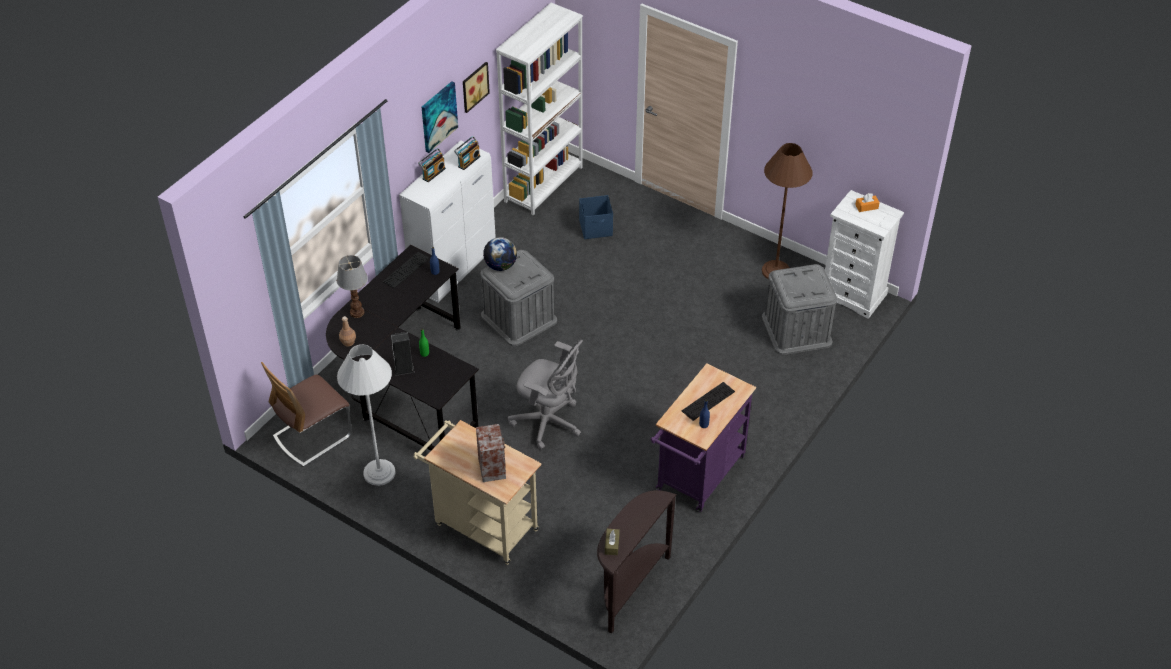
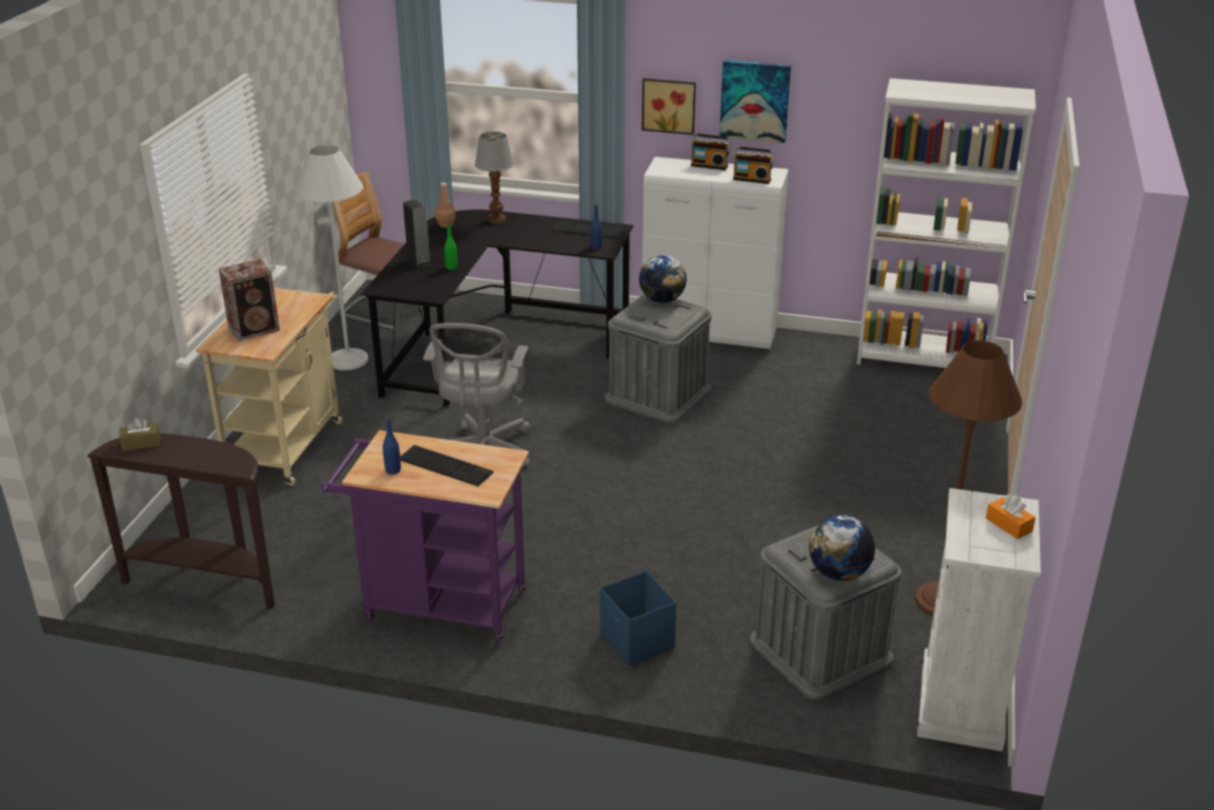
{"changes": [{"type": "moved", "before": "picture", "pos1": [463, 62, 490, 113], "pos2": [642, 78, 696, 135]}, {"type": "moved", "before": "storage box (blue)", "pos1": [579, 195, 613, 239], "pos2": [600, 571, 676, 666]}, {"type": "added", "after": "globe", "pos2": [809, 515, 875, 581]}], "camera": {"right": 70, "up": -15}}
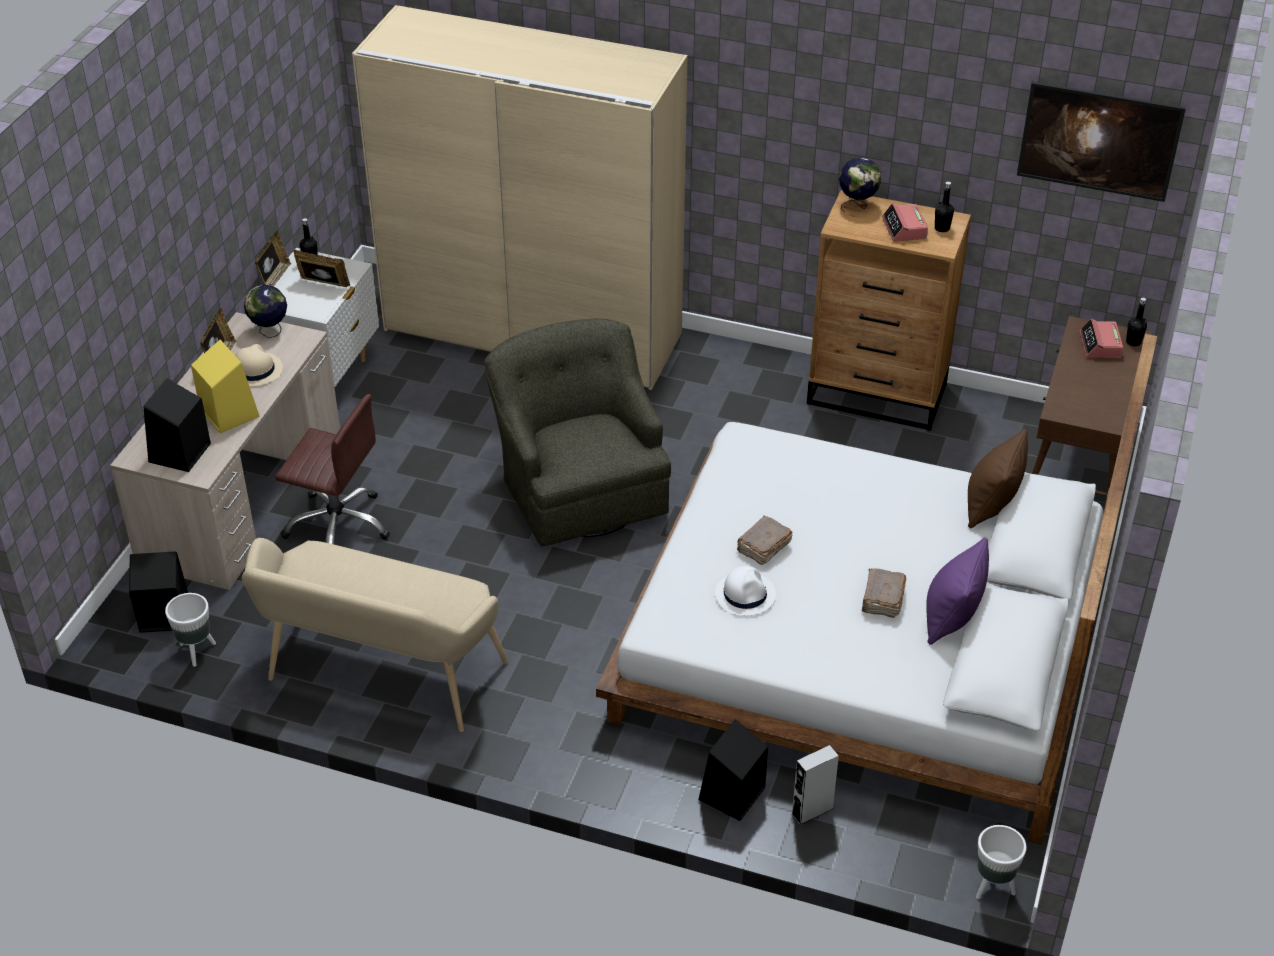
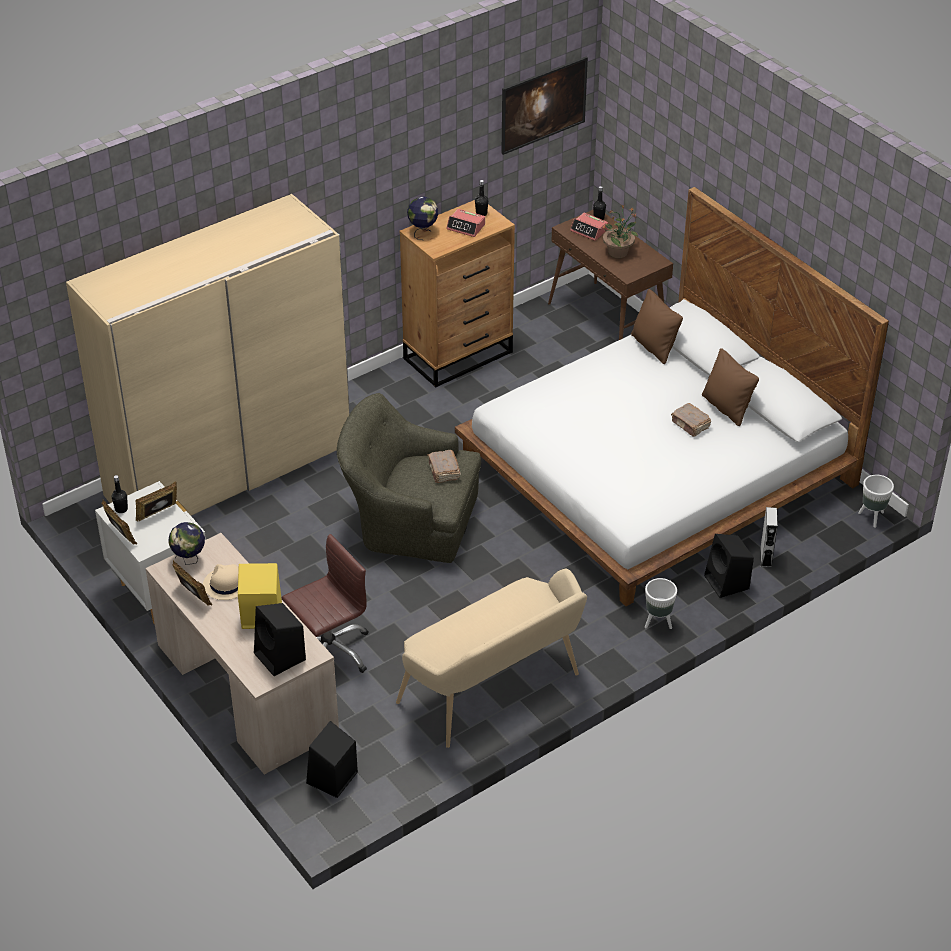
{"changes": [{"type": "moved", "before": "planter (white)", "pos1": [165, 593, 216, 667], "pos2": [645, 578, 677, 629]}, {"type": "removed", "before": "hat (white)", "pos1": [715, 566, 776, 616]}, {"type": "moved", "before": "book (brown)", "pos1": [737, 516, 793, 565], "pos2": [427, 450, 461, 483]}, {"type": "recoloured", "before": "pillow (purple)", "after": "pillow (brown)", "pos1": [926, 537, 989, 645], "pos2": [702, 348, 759, 426]}, {"type": "added", "after": "potted plant", "pos2": [602, 205, 638, 258]}], "camera": {"right": -55, "up": 0}}
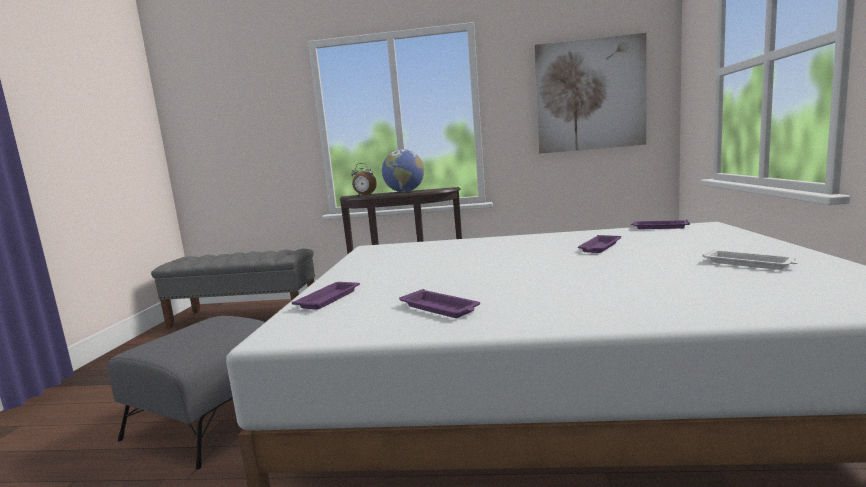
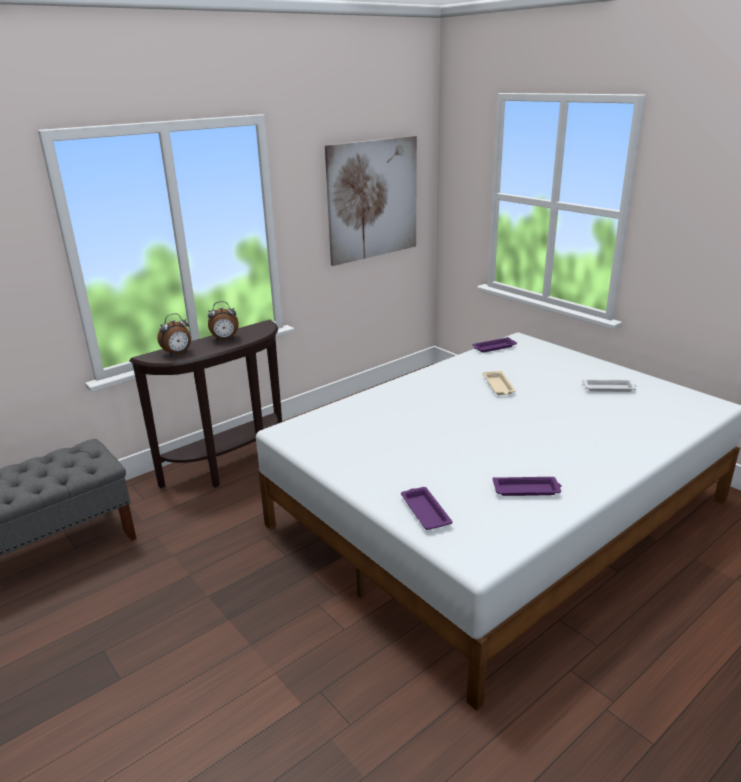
{"changes": [{"type": "removed", "before": "ottoman (grey)", "pos1": [107, 316, 265, 470]}, {"type": "replaced", "before": "globe", "after": "alarm clock", "pos1": [382, 149, 424, 192], "pos2": [208, 301, 239, 341]}, {"type": "recoloured", "before": "tray (purple)", "after": "tray (beige)", "pos1": [578, 235, 621, 253], "pos2": [483, 371, 516, 395]}], "camera": {"right": -45, "up": 15}}
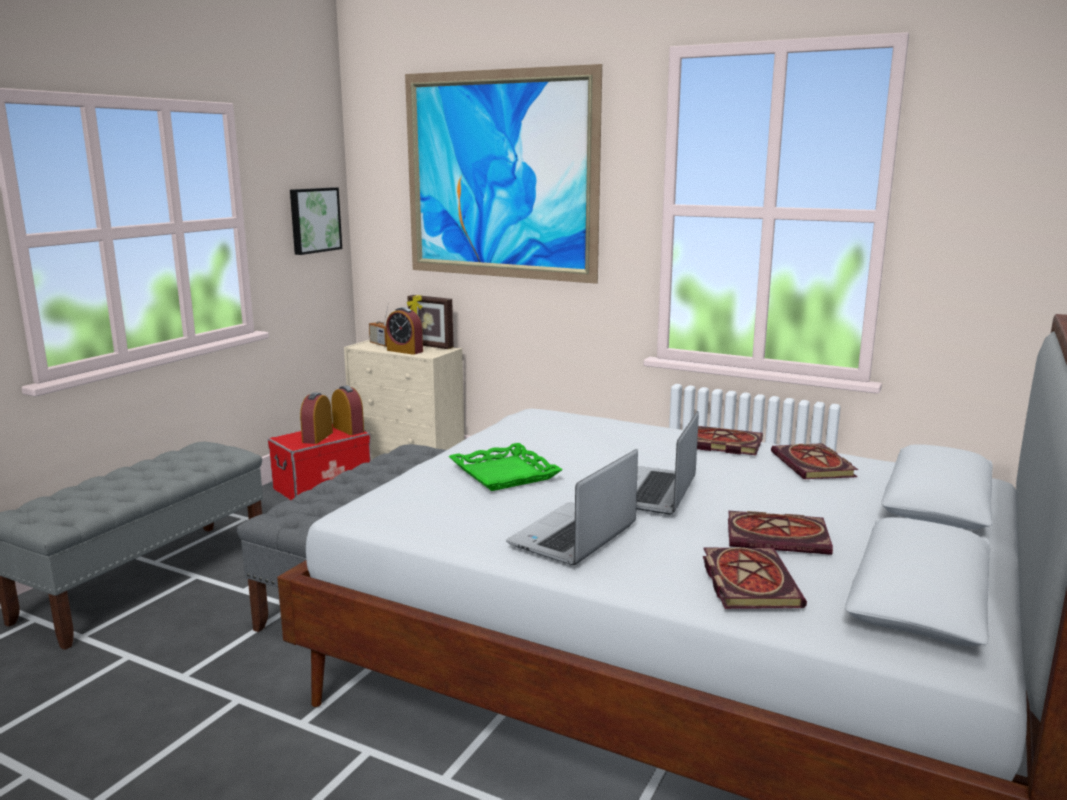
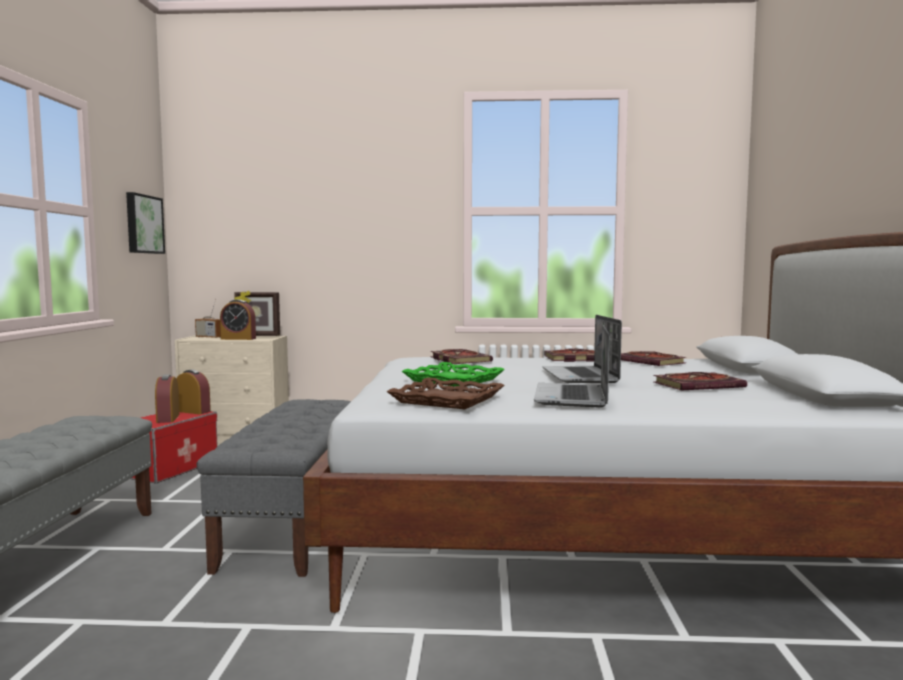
{"changes": [{"type": "removed", "before": "picture", "pos1": [405, 64, 602, 284]}, {"type": "moved", "before": "book", "pos1": [703, 547, 807, 609], "pos2": [430, 349, 493, 364]}, {"type": "added", "after": "tray (brown)", "pos2": [387, 377, 504, 409]}], "camera": {"right": -25, "up": -10}}
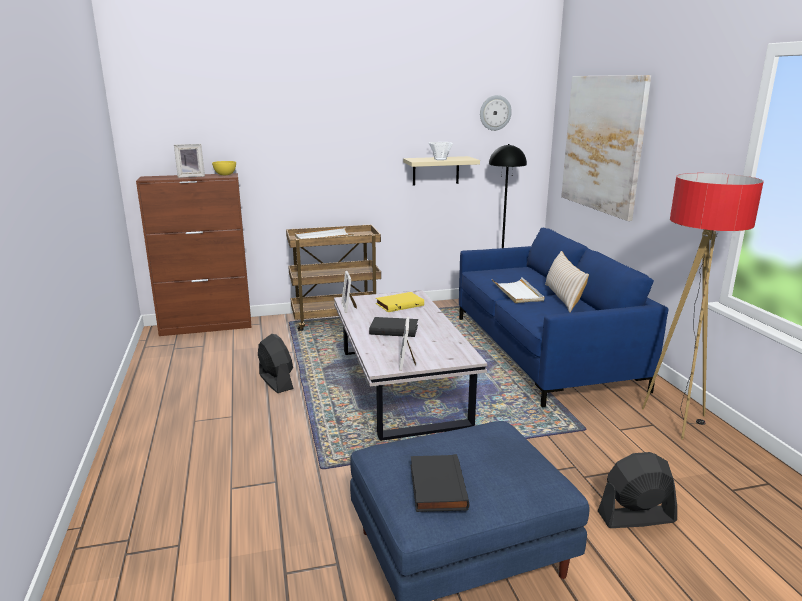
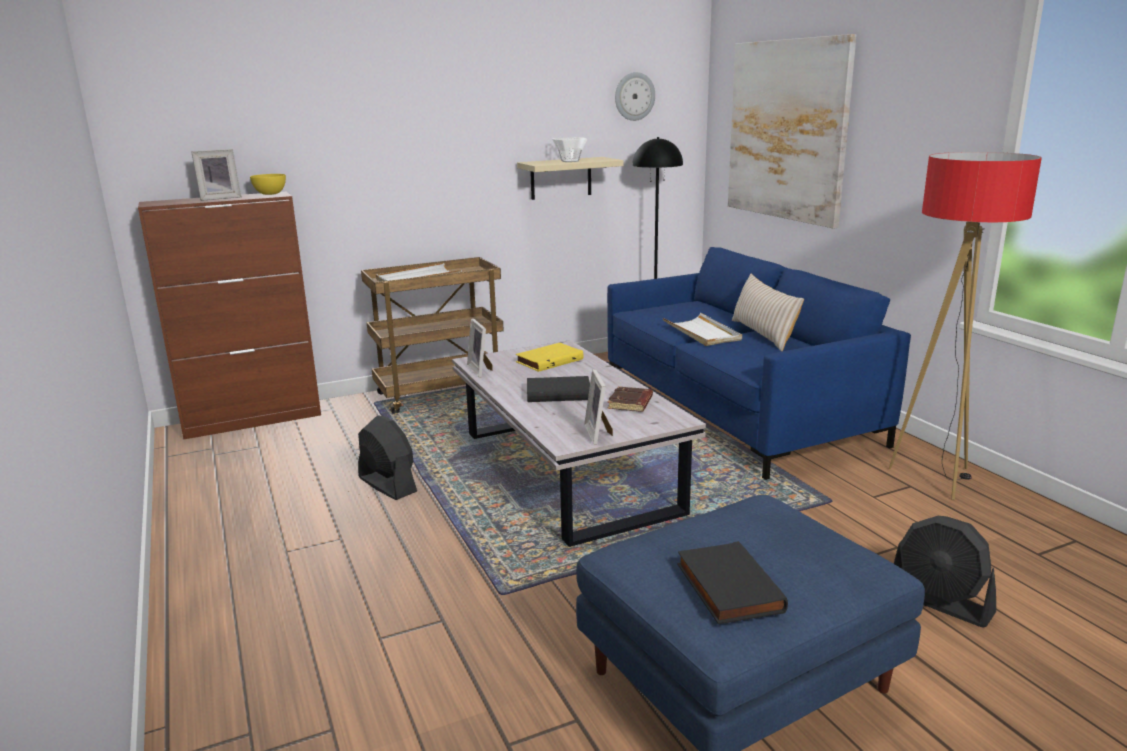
{"changes": [{"type": "turned", "before": "fan (black)", "pos1": [598, 452, 677, 528], "pos2": [894, 516, 996, 628], "turn": -120}, {"type": "added", "after": "book (brown)", "pos2": [608, 386, 653, 412]}], "camera": {"right": -10, "up": 0}}
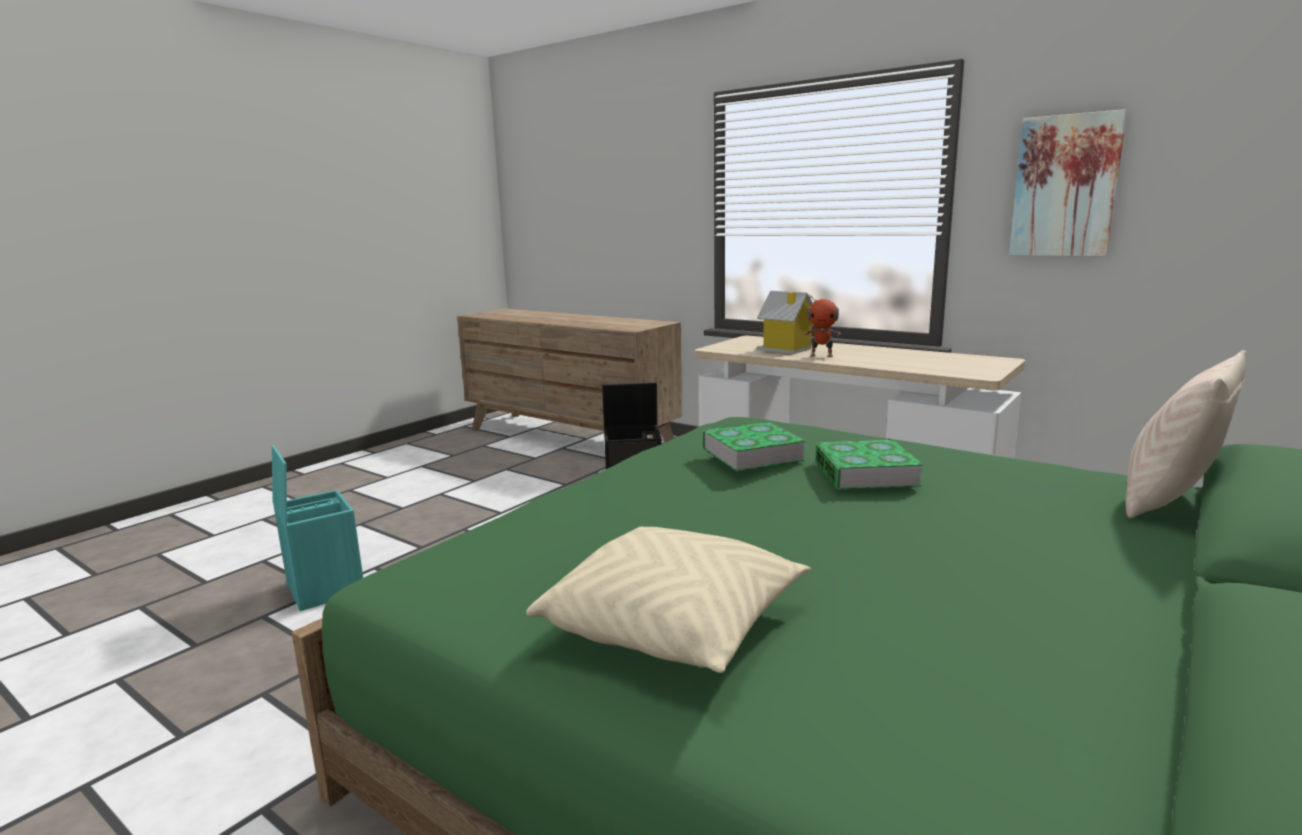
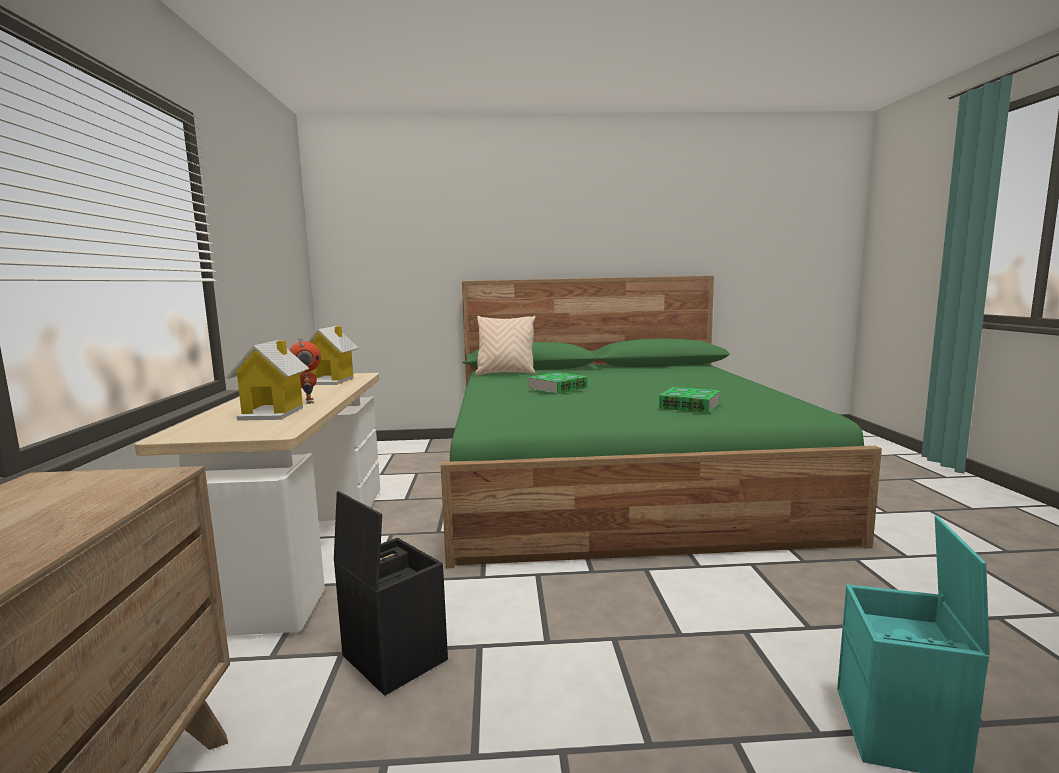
{"changes": [{"type": "removed", "before": "pillow (beige)", "pos1": [526, 526, 811, 673]}, {"type": "moved", "before": "book", "pos1": [703, 422, 806, 471], "pos2": [659, 387, 721, 413]}, {"type": "removed", "before": "picture", "pos1": [1009, 109, 1127, 257]}, {"type": "added", "after": "toy house", "pos2": [307, 326, 358, 385]}], "camera": {"right": -130, "up": -5}}
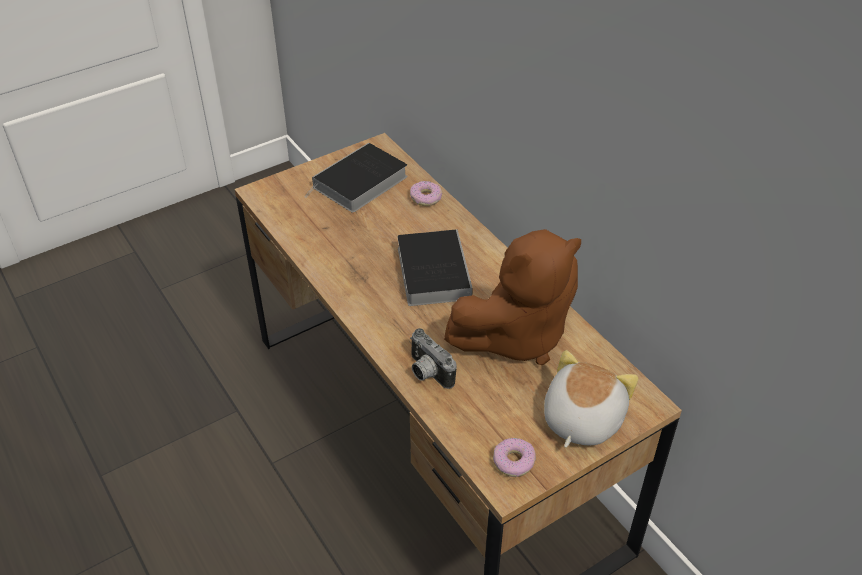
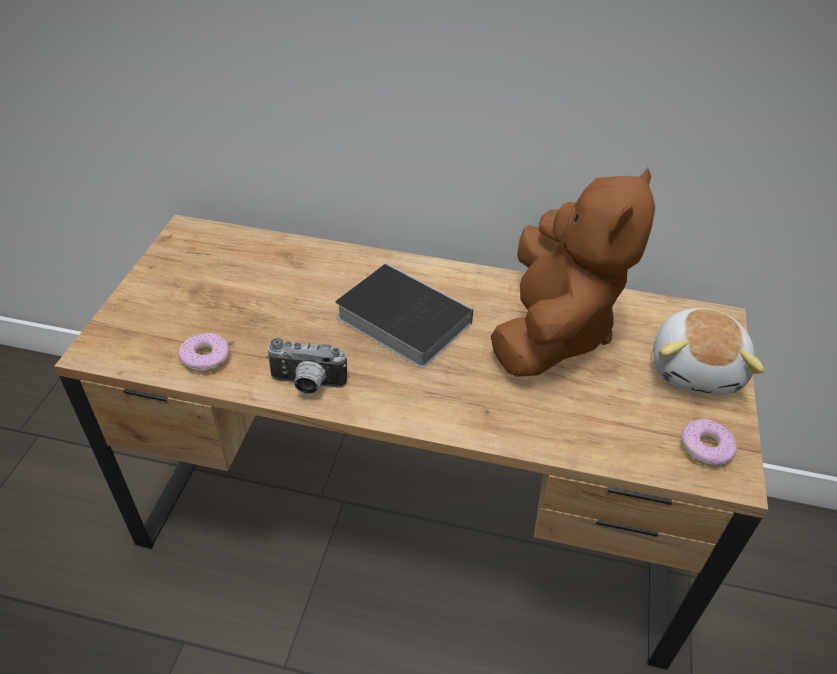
{"changes": [{"type": "removed", "before": "book", "pos1": [305, 143, 408, 213]}, {"type": "moved", "before": "donut", "pos1": [410, 181, 442, 206], "pos2": [178, 333, 230, 372]}, {"type": "moved", "before": "photo camera", "pos1": [410, 328, 457, 389], "pos2": [266, 338, 347, 394]}, {"type": "turned", "before": "plush toy", "pos1": [544, 350, 638, 448], "pos2": [653, 308, 765, 395], "turn": -150}], "camera": {"right": -45, "up": 0}}
